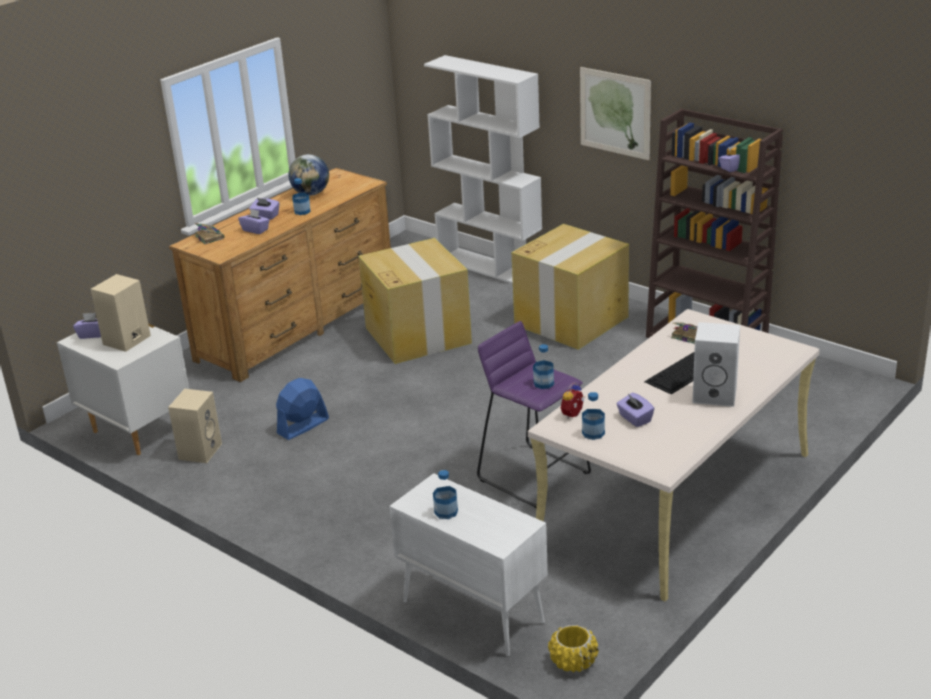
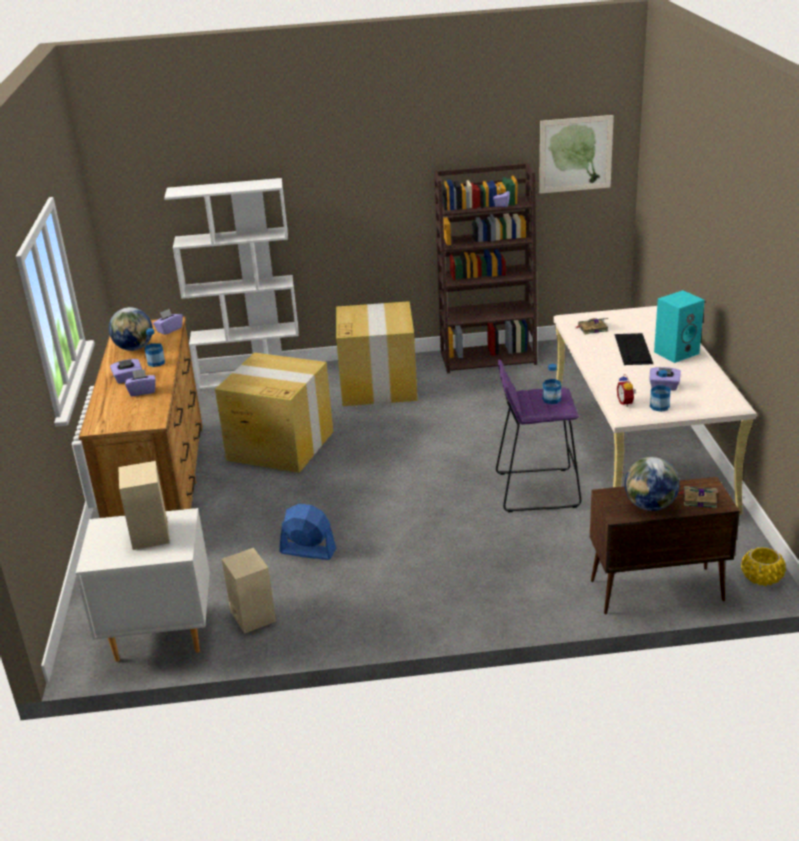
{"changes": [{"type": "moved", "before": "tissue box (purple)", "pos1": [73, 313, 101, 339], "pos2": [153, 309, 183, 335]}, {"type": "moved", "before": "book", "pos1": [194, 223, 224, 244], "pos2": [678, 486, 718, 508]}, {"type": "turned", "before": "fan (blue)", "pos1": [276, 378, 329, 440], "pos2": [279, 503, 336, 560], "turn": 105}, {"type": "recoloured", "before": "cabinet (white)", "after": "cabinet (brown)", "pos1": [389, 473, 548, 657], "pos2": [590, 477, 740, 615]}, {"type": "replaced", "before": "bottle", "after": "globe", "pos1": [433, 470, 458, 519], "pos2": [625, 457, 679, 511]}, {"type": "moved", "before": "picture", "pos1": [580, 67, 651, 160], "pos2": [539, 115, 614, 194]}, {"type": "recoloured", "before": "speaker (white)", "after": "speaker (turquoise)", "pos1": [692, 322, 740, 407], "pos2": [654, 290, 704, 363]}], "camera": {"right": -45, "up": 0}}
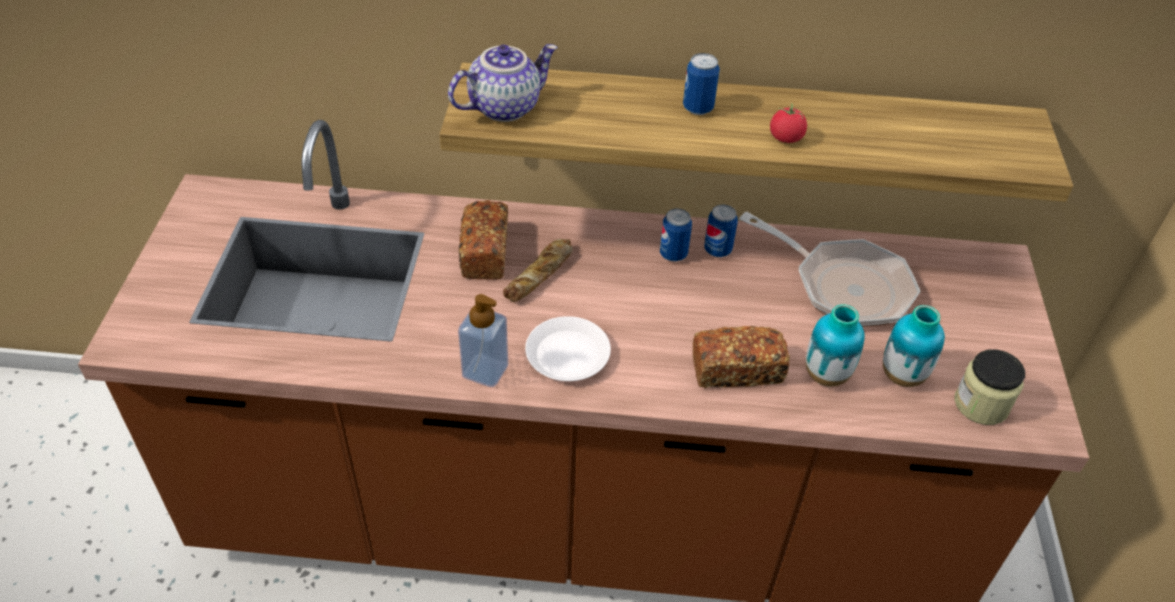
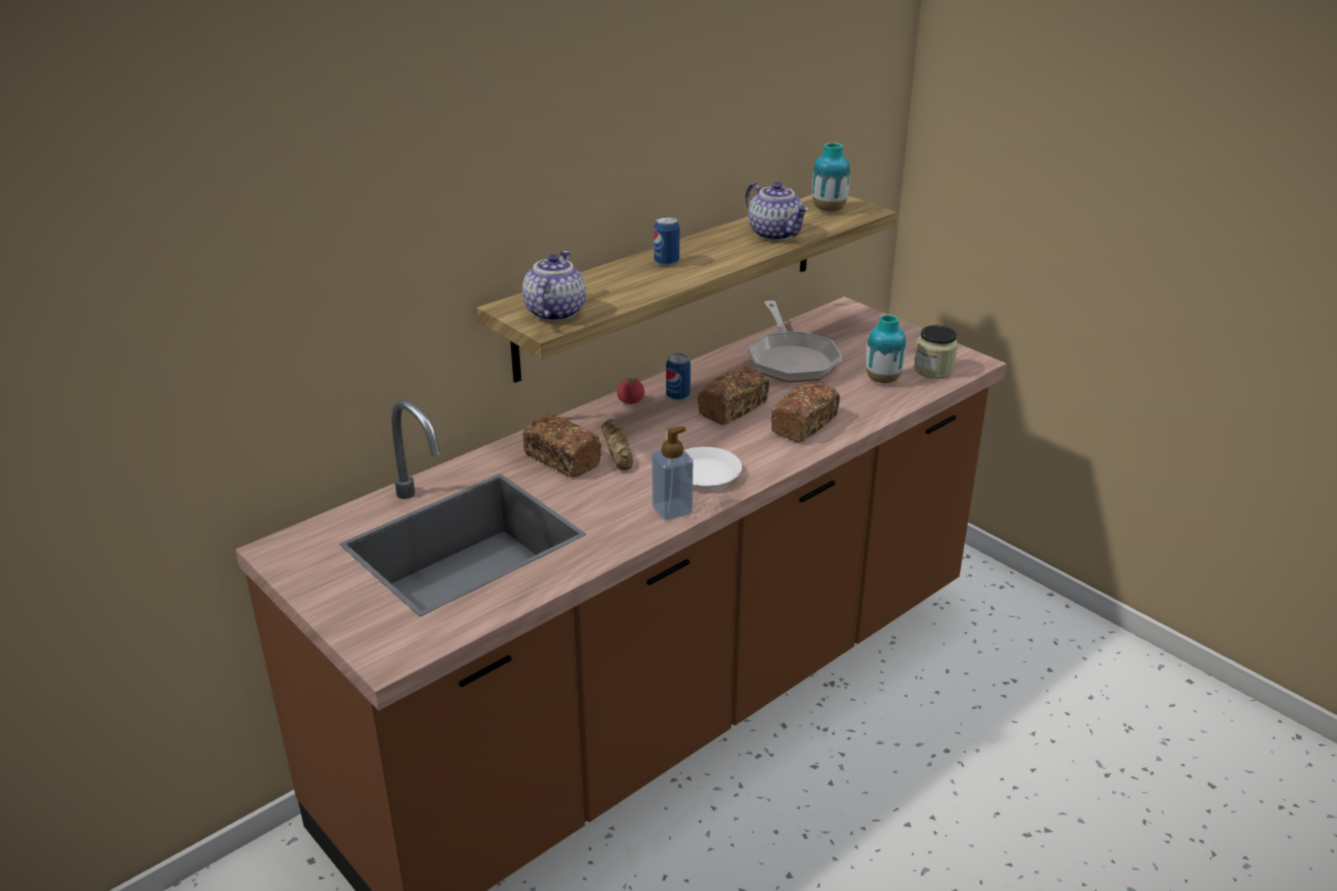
{"changes": [{"type": "removed", "before": "can", "pos1": [704, 204, 738, 257]}, {"type": "turned", "before": "frying pan", "pos1": [739, 212, 921, 327], "pos2": [748, 300, 842, 382], "turn": 90}, {"type": "moved", "before": "tomato", "pos1": [770, 103, 807, 143], "pos2": [617, 375, 645, 404]}, {"type": "moved", "before": "vase", "pos1": [806, 304, 865, 387], "pos2": [812, 142, 850, 211]}, {"type": "added", "after": "bread", "pos2": [698, 367, 769, 425]}, {"type": "added", "after": "teapot", "pos2": [746, 182, 809, 241]}], "camera": {"right": -45, "up": -15}}
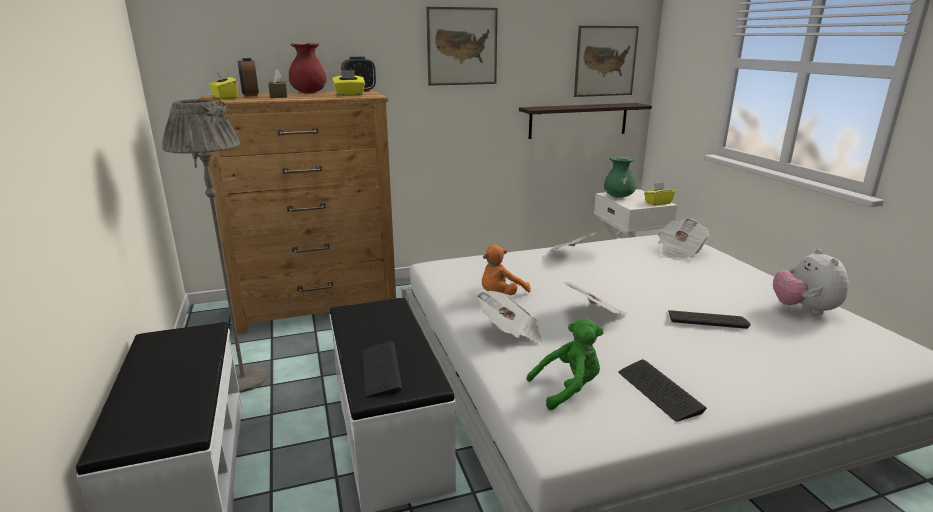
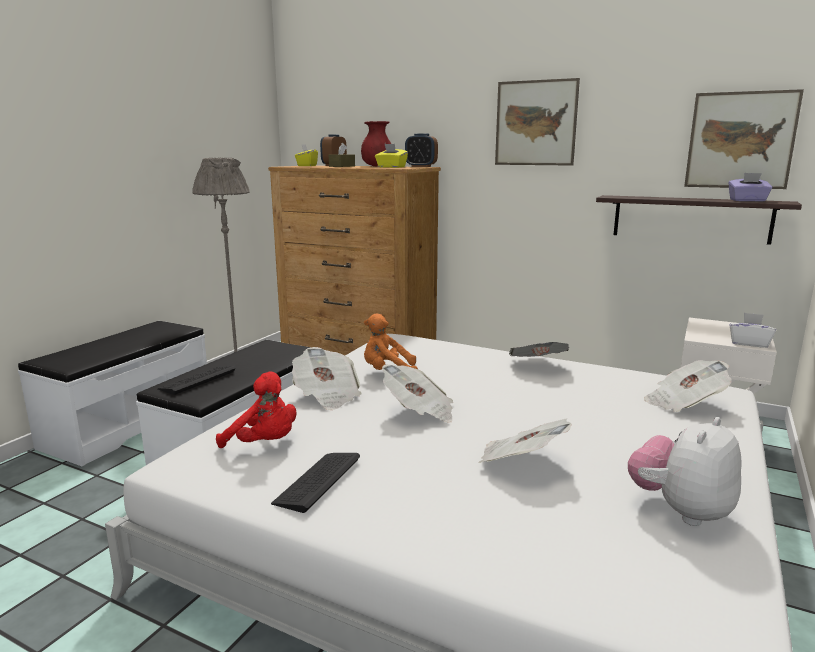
{"changes": [{"type": "recoloured", "before": "plush toy (green)", "after": "plush toy (red)", "pos1": [526, 318, 604, 410], "pos2": [216, 371, 296, 448]}, {"type": "removed", "before": "vase (green)", "pos1": [604, 157, 636, 198]}, {"type": "recoloured", "before": "tissue box (yellow)", "after": "tissue box (white)", "pos1": [644, 182, 675, 205], "pos2": [729, 313, 776, 348]}, {"type": "replaced", "before": "keyboard", "after": "newspaper", "pos1": [668, 310, 751, 329], "pos2": [479, 418, 572, 463]}, {"type": "added", "after": "tissue box (purple)", "pos2": [728, 173, 772, 202]}], "camera": {"right": 45, "up": -5}}
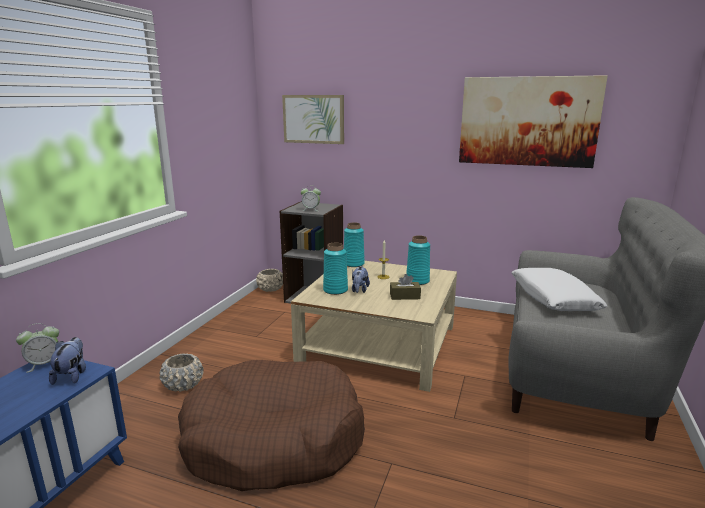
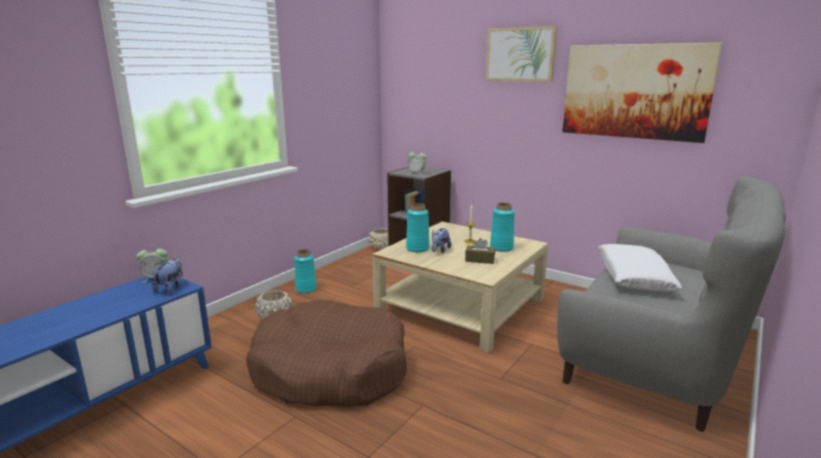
{"changes": [{"type": "moved", "before": "picture", "pos1": [282, 95, 344, 144], "pos2": [485, 26, 557, 82]}, {"type": "moved", "before": "vase (turquoise)", "pos1": [344, 222, 365, 267], "pos2": [294, 249, 317, 293]}], "camera": {"right": 15, "up": 0}}
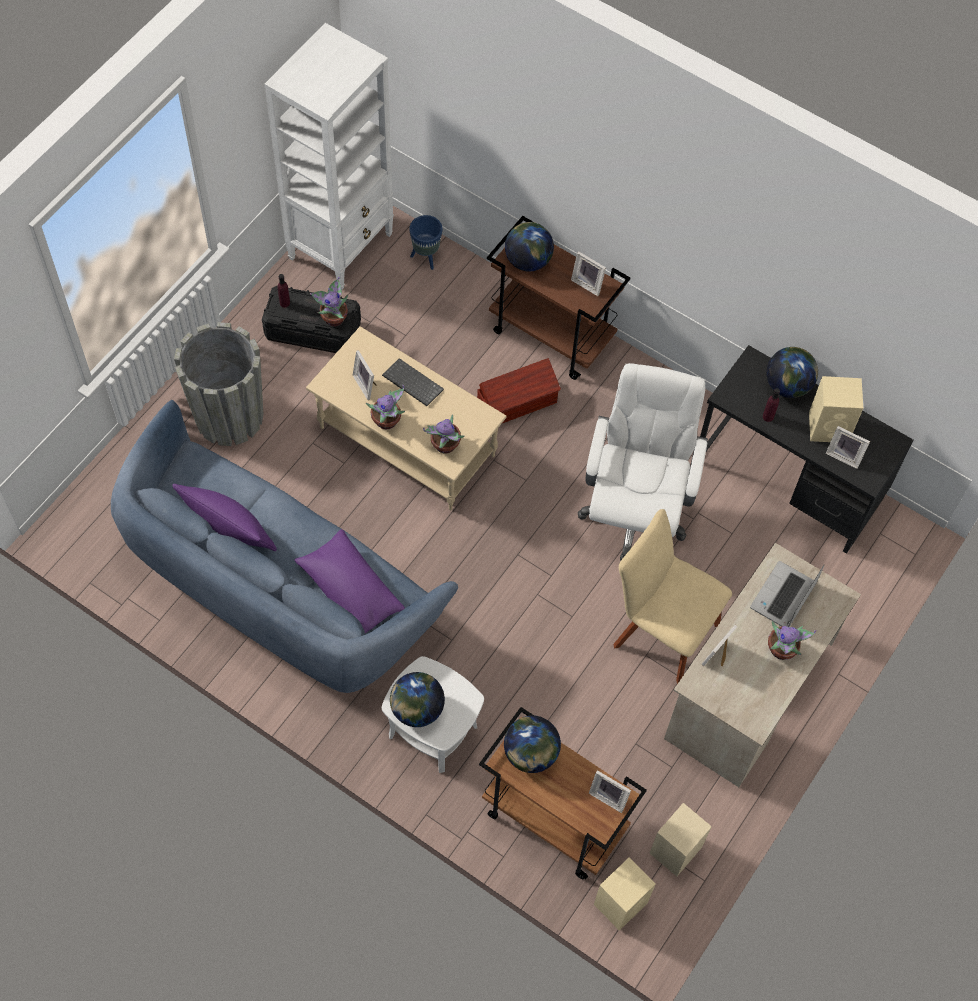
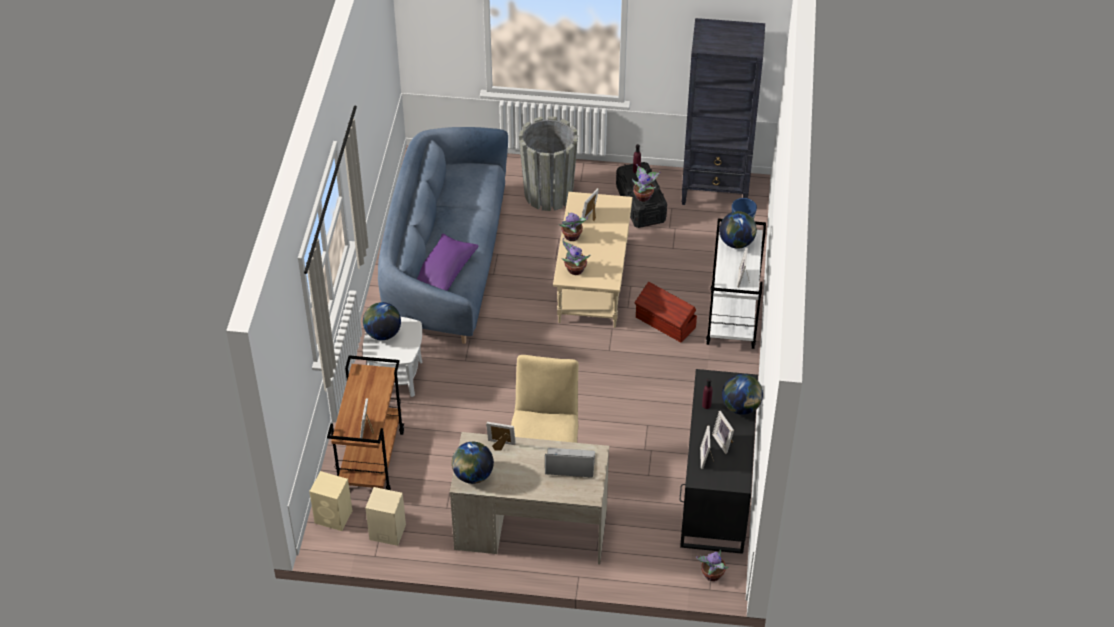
{"changes": [{"type": "removed", "before": "pillow (purple)", "pos1": [173, 484, 277, 551]}, {"type": "recoloured", "before": "bookcase (white)", "after": "bookcase (black)", "pos1": [264, 23, 394, 289], "pos2": [682, 18, 765, 205]}, {"type": "removed", "before": "keyboard", "pos1": [382, 358, 444, 406]}, {"type": "recoloured", "before": "cart (brown)", "after": "cart (white)", "pos1": [487, 216, 630, 380], "pos2": [706, 218, 766, 349]}, {"type": "moved", "before": "globe", "pos1": [504, 715, 561, 773], "pos2": [452, 442, 494, 484]}, {"type": "removed", "before": "office chair (white)", "pos1": [578, 363, 708, 561]}, {"type": "moved", "before": "potted plant", "pos1": [768, 621, 816, 660], "pos2": [696, 550, 729, 581]}, {"type": "replaced", "before": "speaker (beige)", "after": "picture frame", "pos1": [809, 376, 863, 442], "pos2": [712, 411, 734, 454]}], "camera": {"right": 65, "up": -15}}
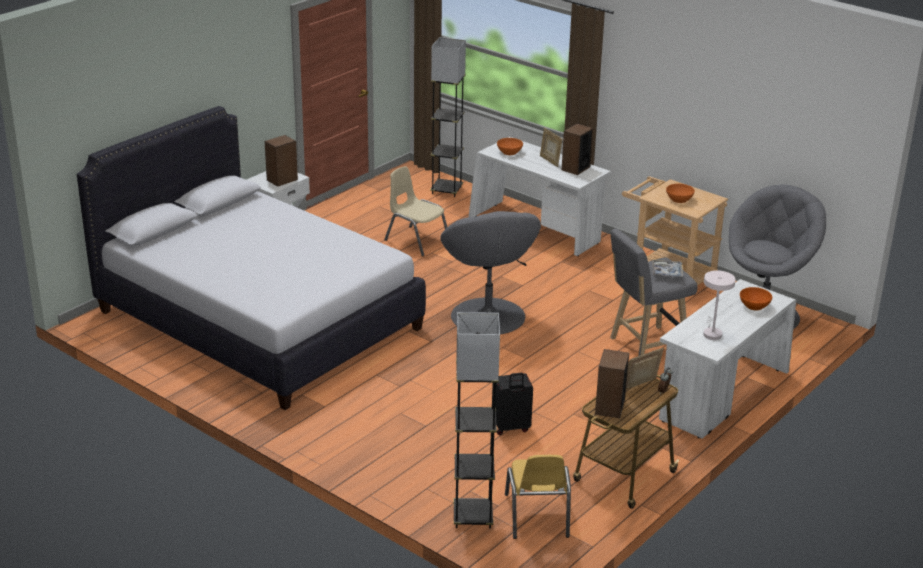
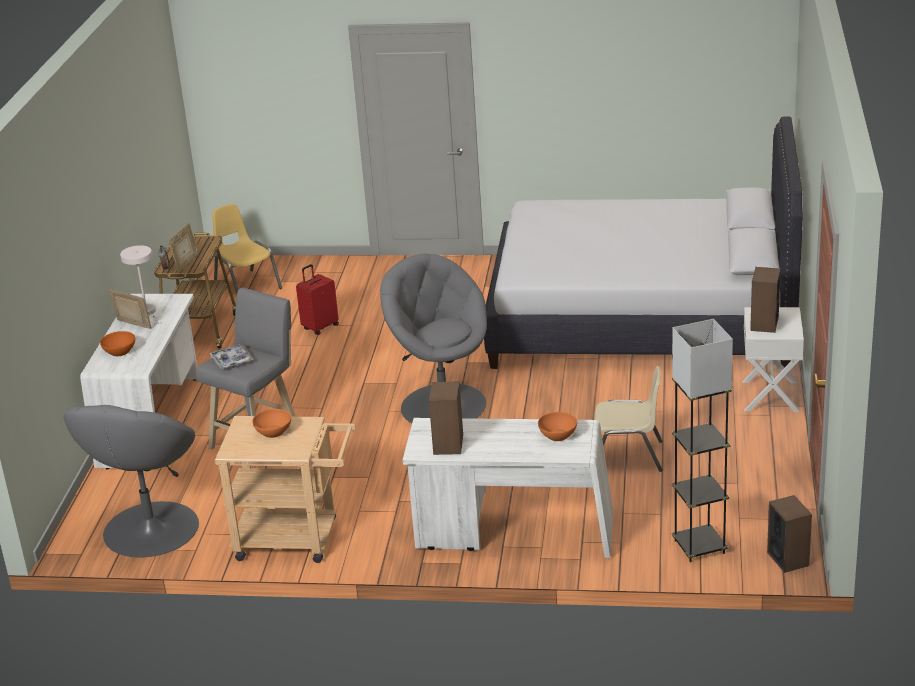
{"changes": [{"type": "removed", "before": "floor lamp (grey)", "pos1": [453, 312, 500, 529]}, {"type": "recoloured", "before": "suitcase (black)", "after": "suitcase (red)", "pos1": [495, 373, 533, 435], "pos2": [296, 264, 339, 335]}, {"type": "moved", "before": "picture frame", "pos1": [540, 128, 563, 167], "pos2": [109, 289, 152, 329]}, {"type": "moved", "before": "speaker", "pos1": [595, 349, 629, 418], "pos2": [767, 495, 812, 573]}], "camera": {"right": 150, "up": 0}}
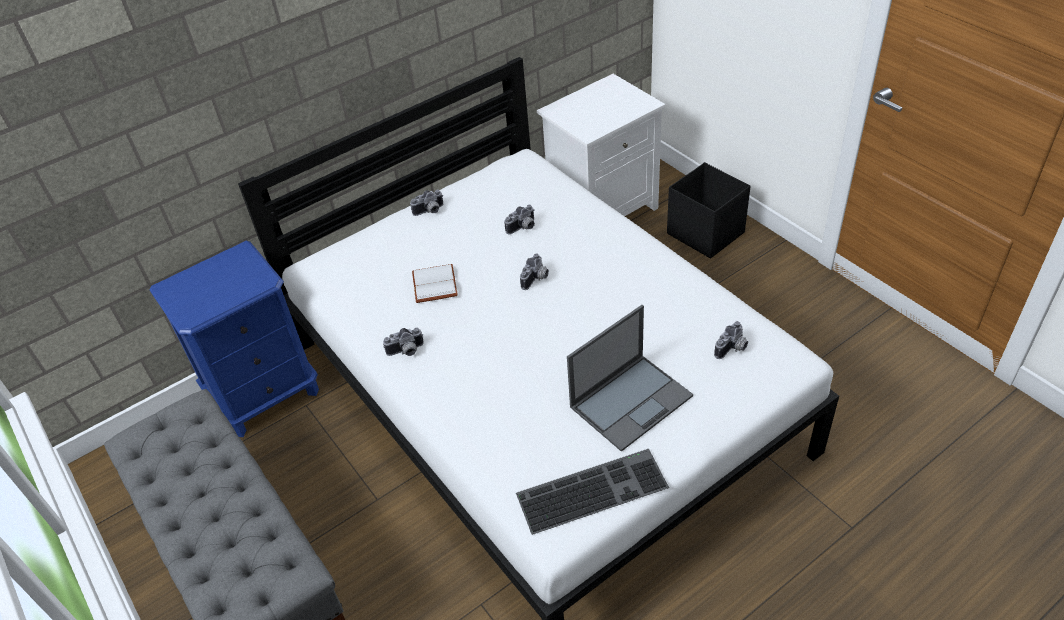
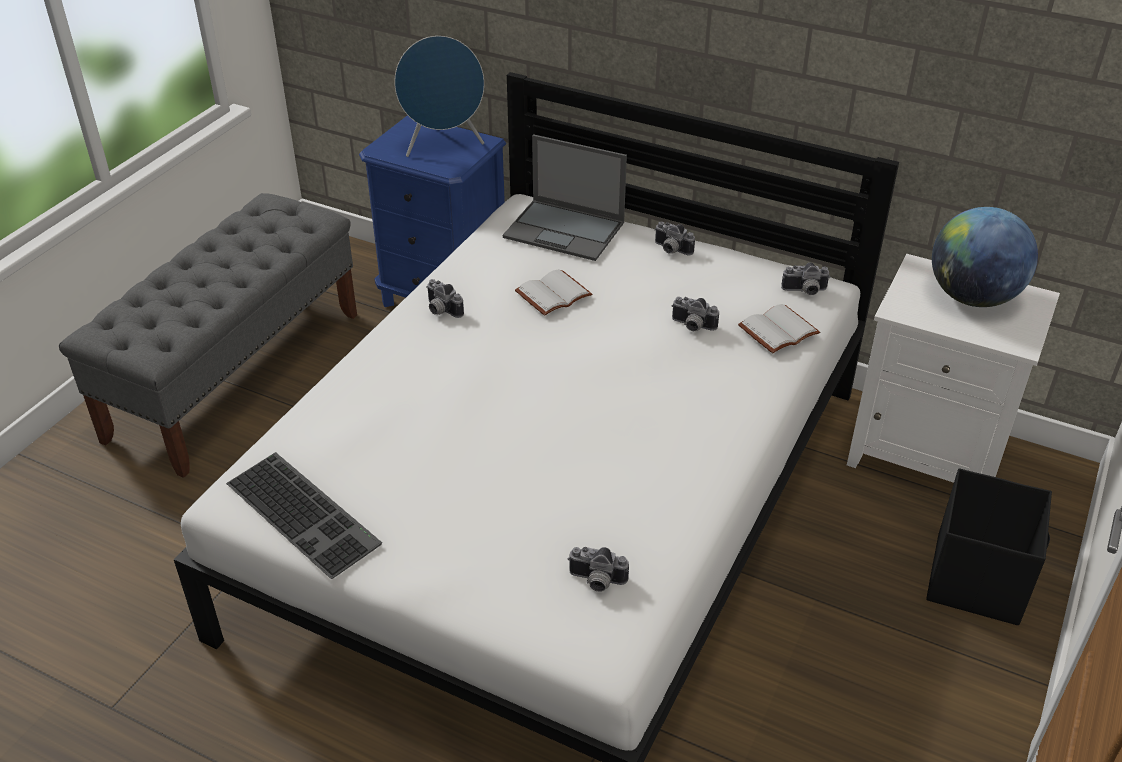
{"changes": [{"type": "moved", "before": "photo camera", "pos1": [520, 254, 549, 290], "pos2": [781, 262, 830, 295]}, {"type": "moved", "before": "laptop", "pos1": [567, 305, 693, 452], "pos2": [503, 134, 627, 261]}, {"type": "added", "after": "speaker (blue)", "pos2": [394, 36, 484, 157]}, {"type": "added", "after": "book (white)", "pos2": [738, 304, 820, 353]}, {"type": "added", "after": "globe", "pos2": [932, 207, 1038, 307]}], "camera": {"right": 60, "up": -5}}
